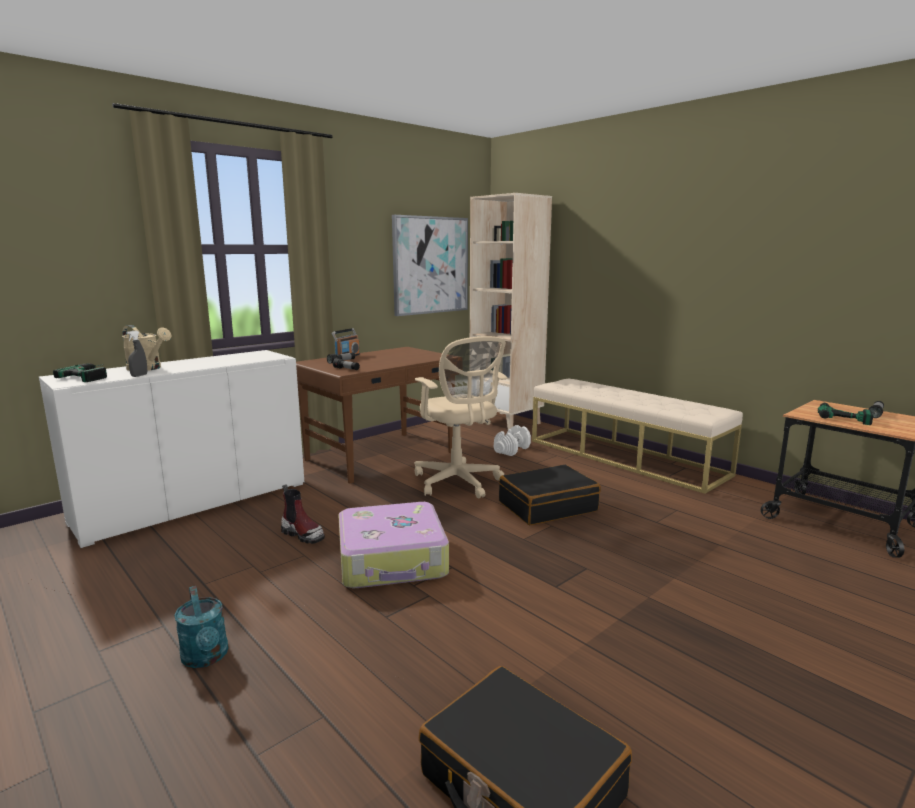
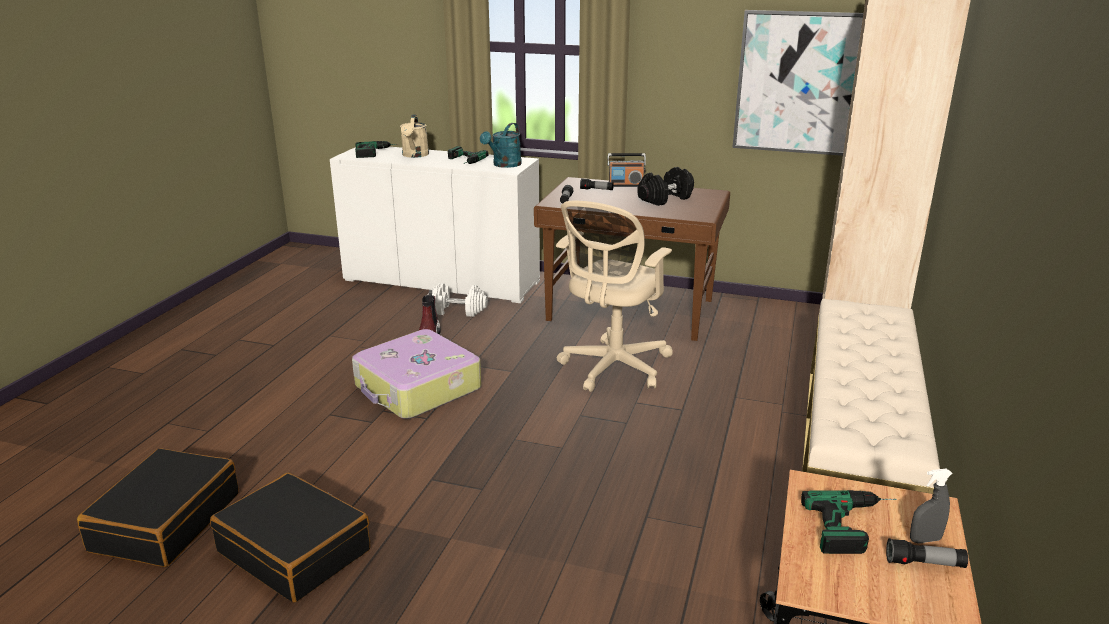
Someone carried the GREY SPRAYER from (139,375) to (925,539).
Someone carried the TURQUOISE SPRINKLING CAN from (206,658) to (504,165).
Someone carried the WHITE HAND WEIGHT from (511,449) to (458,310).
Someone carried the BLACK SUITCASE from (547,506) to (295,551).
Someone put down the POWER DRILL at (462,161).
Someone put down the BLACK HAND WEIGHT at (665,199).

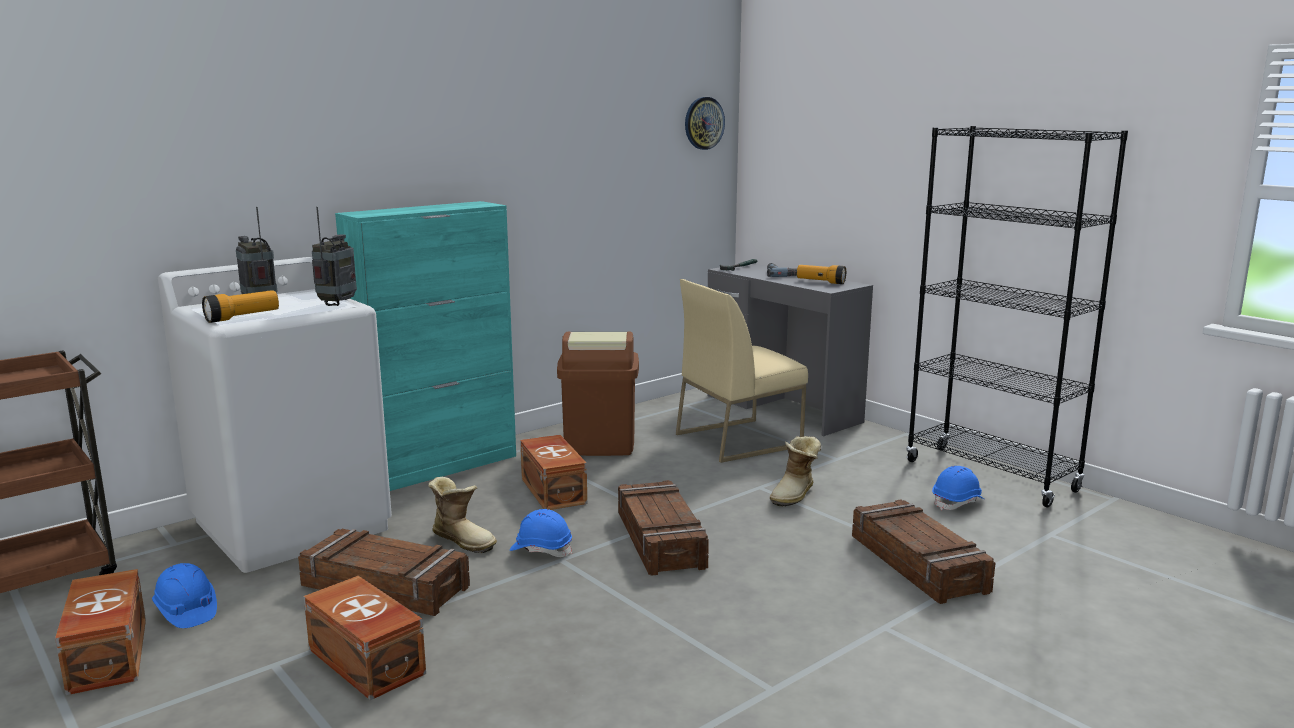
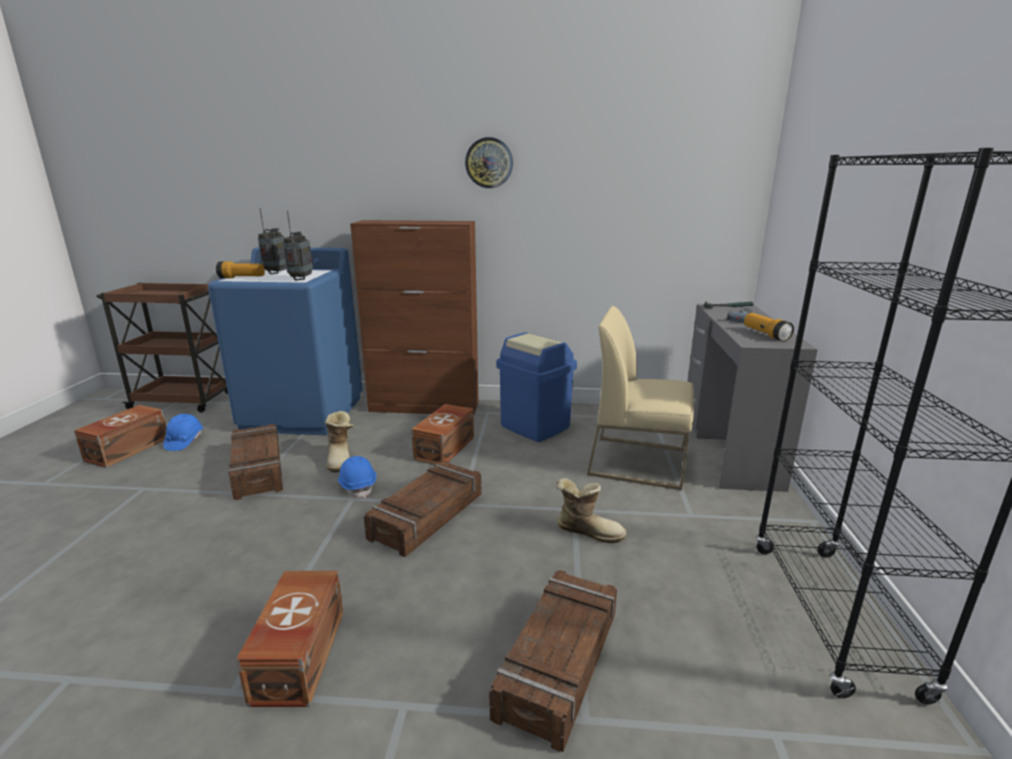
Someone repainted the WHITE LAUNDRY MACHINE at (293,525), which became the BLUE LAUNDRY MACHINE at (304,413).
Someone carried the BROWN STORAGE BOX from (365,662) to (297,656).
Someone rotated the RADIO SET at (337,304) by 60 degrees counterclockwise.
Someone repainted the TURQUOISE CABINET at (440,467), which became the BROWN CABINET at (425,407).
Someone repainted the BROWN TRASH CAN at (599,445), which became the BLUE TRASH CAN at (534,427).
Someone carried the HANGING CLOCK from (703,123) to (489,163).
Someone rotated the HIGH-TOP BOOT at (795,495) by 150 degrees counterclockwise.
Someone took away the BLUE HARD HAT at (957,502).

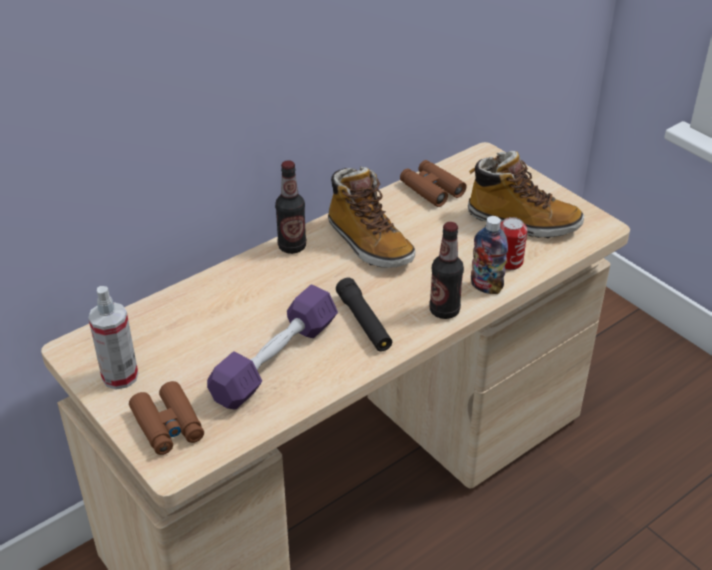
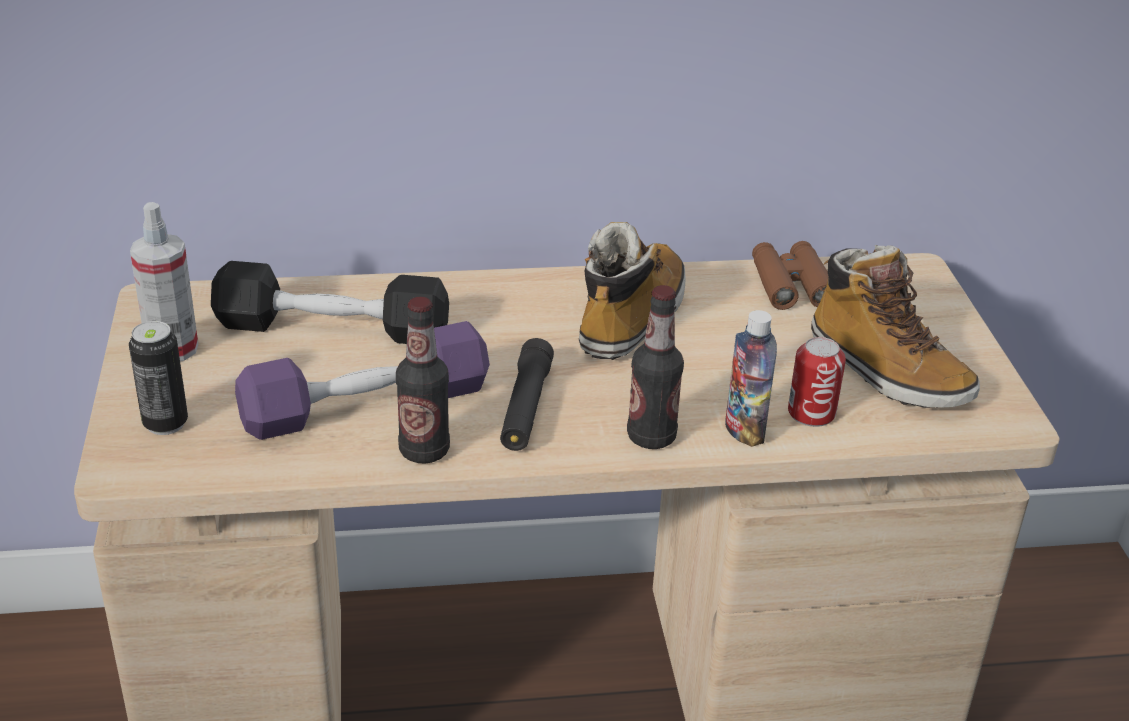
Someone swapped the BROWN FIELD GLASSES at (168,426) for the METAL CAN at (165,423).
Someone carried the BOTTLE from (292,246) to (424,451).
Someone rotated the HIGH-TOP BOOT at (368,244) by 150 degrees counterclockwise.
Someone put down the BLACK HAND WEIGHT at (332,328).

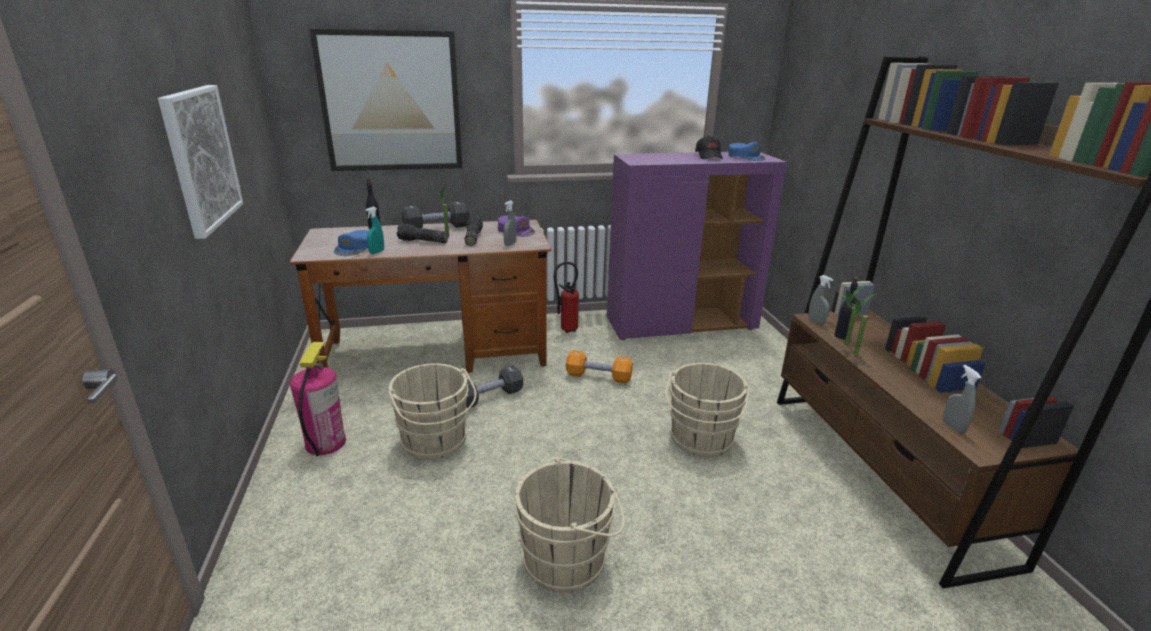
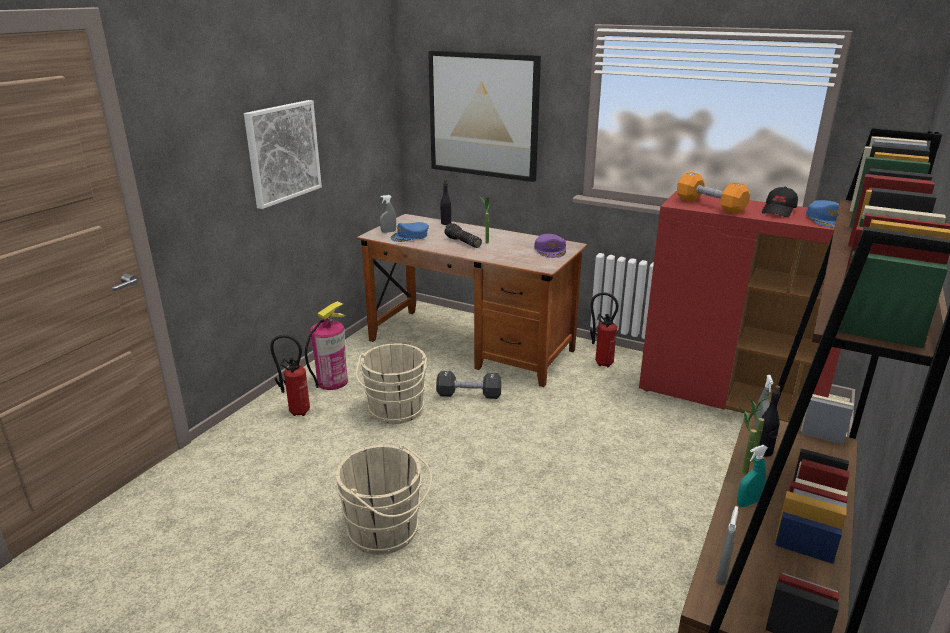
Someone carried the TURQUOISE SPRAYER from (377,252) to (748,503).
Someone took away the BLACK HAND WEIGHT at (436,228).
Someone took away the TORCH at (472,238).
Someone carried the GREY SPRAYER from (510,244) to (388,231).
Someone carried the ORANGEY HAND WEIGHT from (598,377) to (710,205).
Someone repainted the PURPLISH CABINET at (681,325), which became the RED-COLOURED CABINET at (729,398).
Someone took away the BEIGE BUCKET at (700,440).
Someone put down the EXTINGUISHER at (296,411).

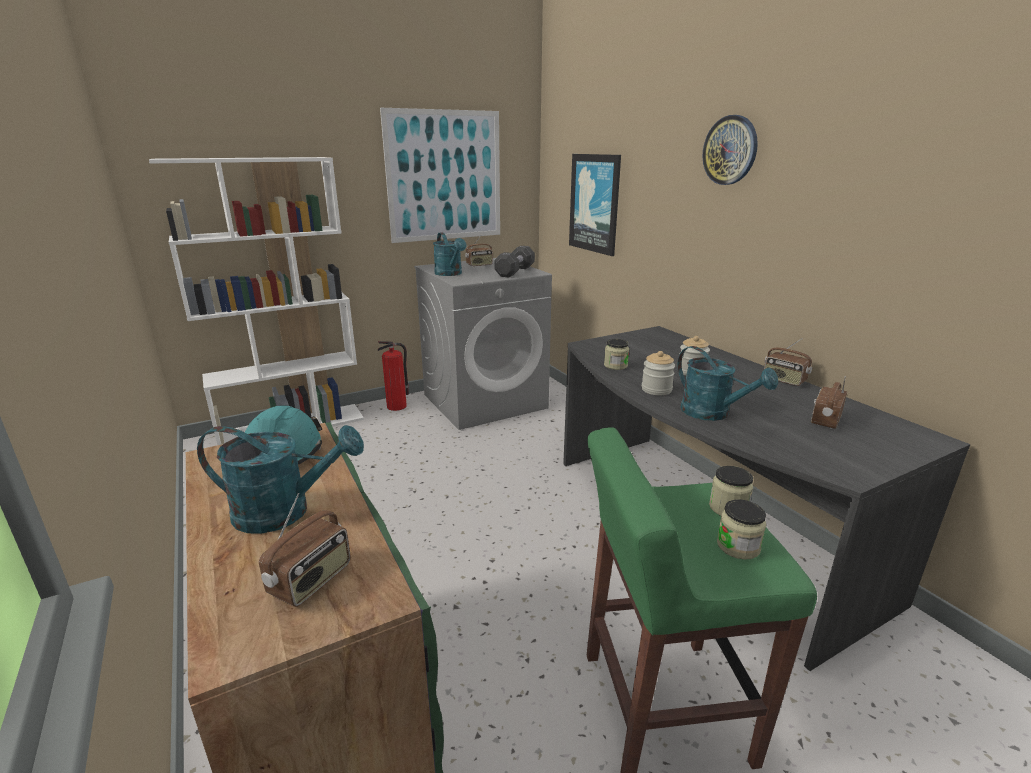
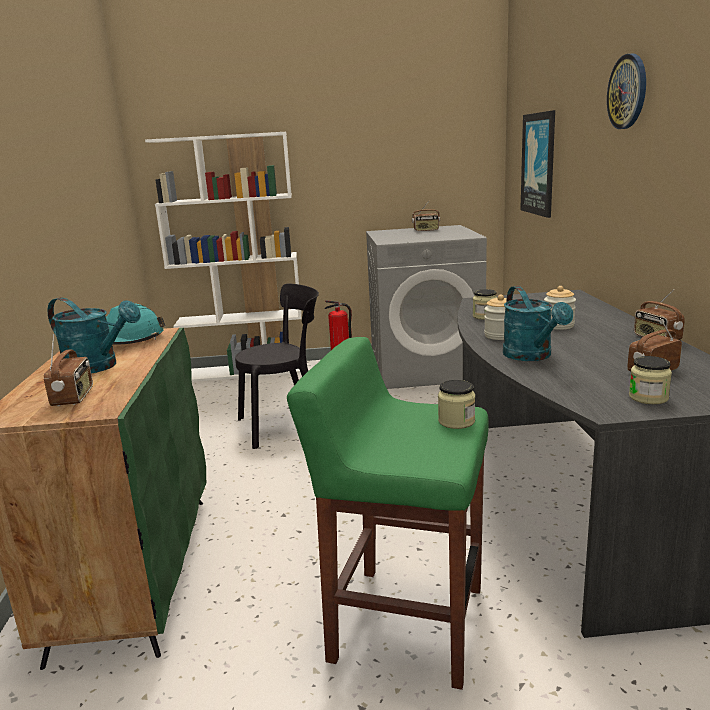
Someone rotated the RADIO SET at (312,581) by 60 degrees counterclockwise.
Someone took away the WALL ART at (445,176).
Someone took away the TURQUOISE SPRINKLING CAN at (450,274).
Someone took away the BLACK HAND WEIGHT at (515,272).
Someone carried the PRESERVE JAR from (738,546) to (648,397).
Someone put down the BLACK UPRIGHT CHAIR at (286,425).

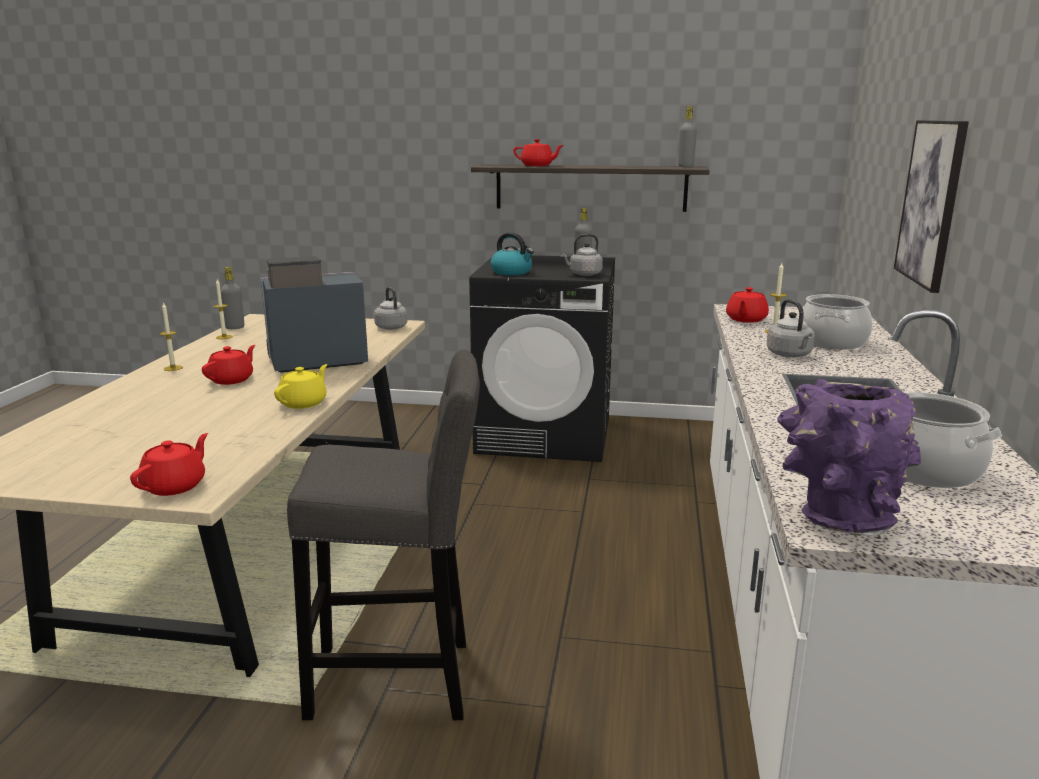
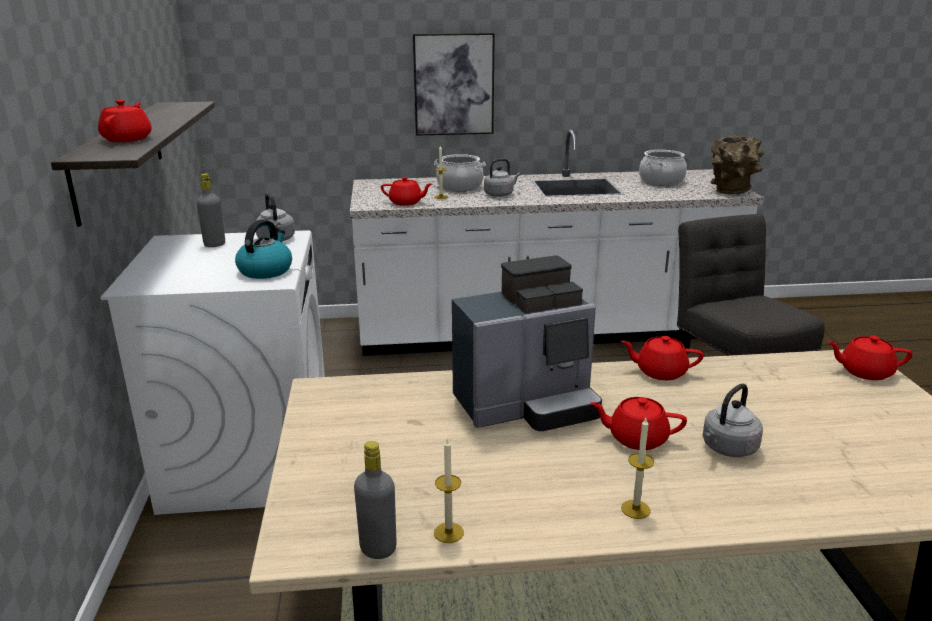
Someone rotated the COFFEE BREWER at (313,361) by 75 degrees counterclockwise.
Someone repainted the YELLOW-COLOURED TEAPOT at (303,403), which became the RED-COLOURED TEAPOT at (660,372).
Someone carried the GREY TEA KETTLE from (390,327) to (727,448).
Someone repainted the BLACK LAUNDRY MACHINE at (545,435), which became the WHITE LAUNDRY MACHINE at (249,459).
Someone took away the GREY BOTTLE at (685,167).
Someone repainted the PURPLISH DECORATIVE VASE at (836,519), which became the BROWN DECORATIVE VASE at (730,192).

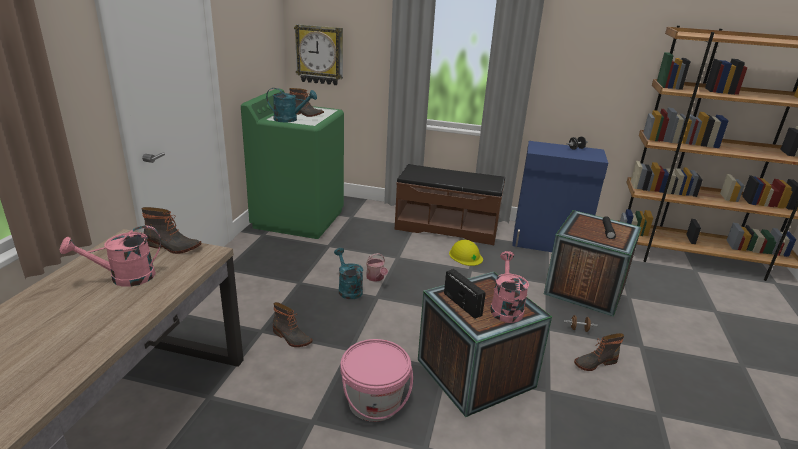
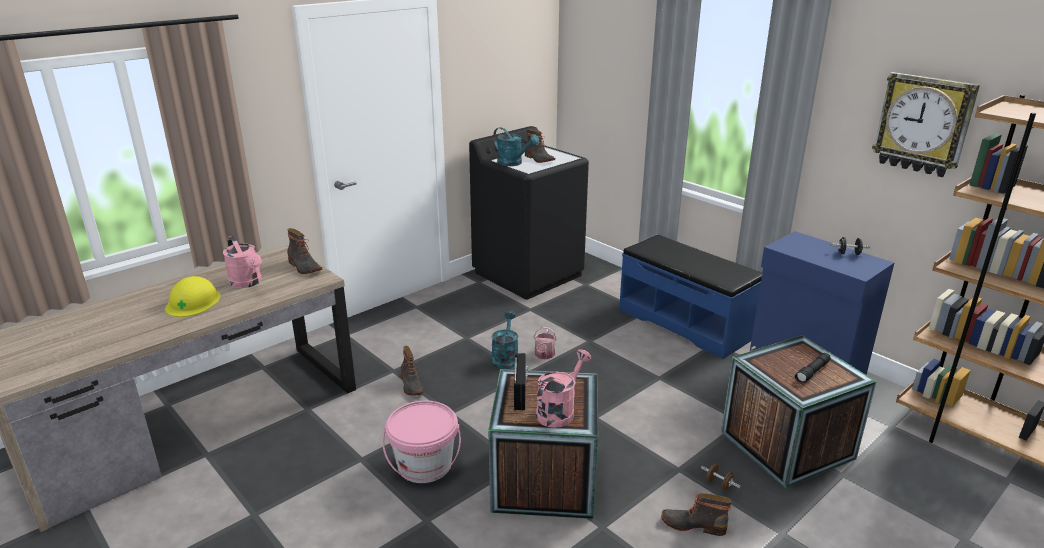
Someone rotated the PINKISH SPRINKLING CAN at (124,278) by 135 degrees counterclockwise.
Someone repainted the GREEN-COLOURED LAUNDRY MACHINE at (299,218), which became the BLACK LAUNDRY MACHINE at (528,274).
Someone carried the HANGING CLOCK from (320,55) to (923,124).
Someone repainted the BROWN LONG SEAT at (447,227), which became the BLUE LONG SEAT at (685,323).
Someone carried the YELLOW-COLOURED HARD HAT from (465,256) to (193,302).

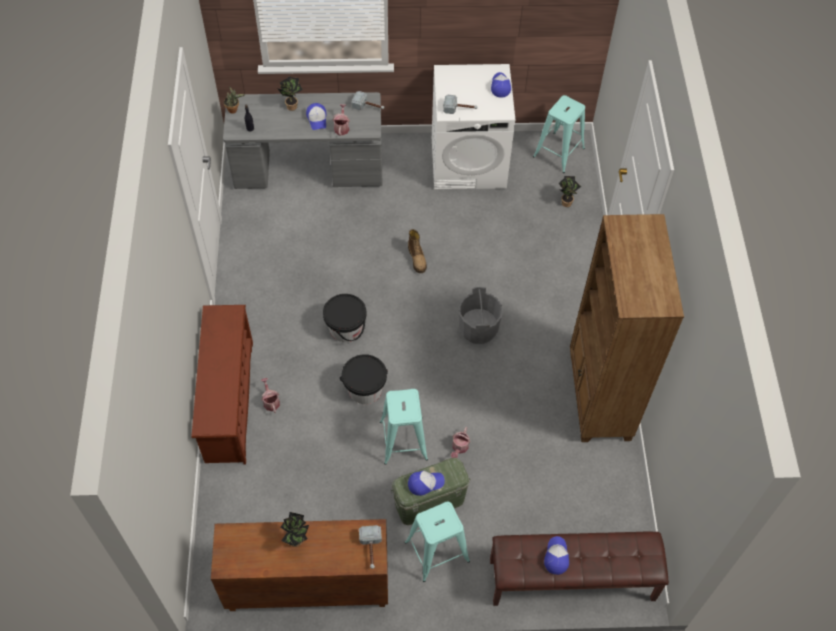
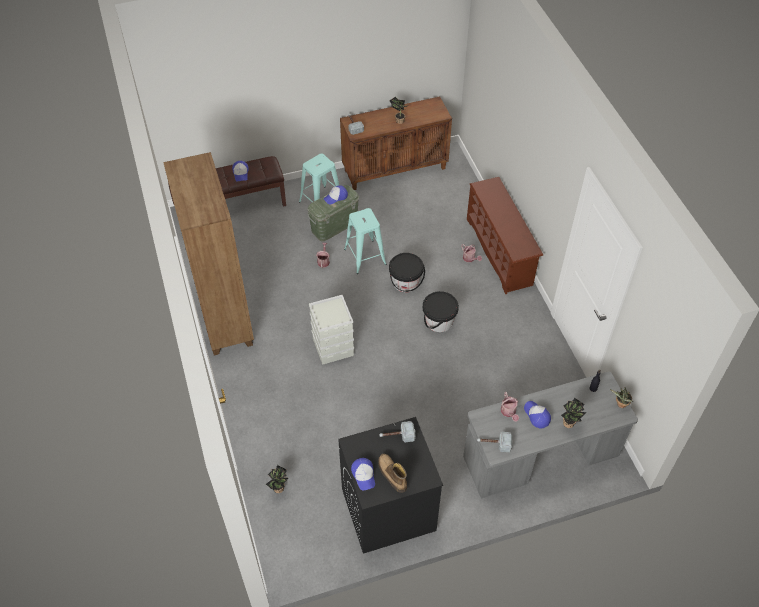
Someone carried the HIGH-TOP BOOT from (417,258) to (391,475).
Someone repainted the WHITE LAUNDRY MACHINE at (469,162), which became the BLACK LAUNDRY MACHINE at (387,510).
Someone swapped the GREY BUCKET at (478,329) for the GREY STORAGE BOX at (332,347).
Someone took away the TURQUOISE SITTING STOOL at (559,152).

